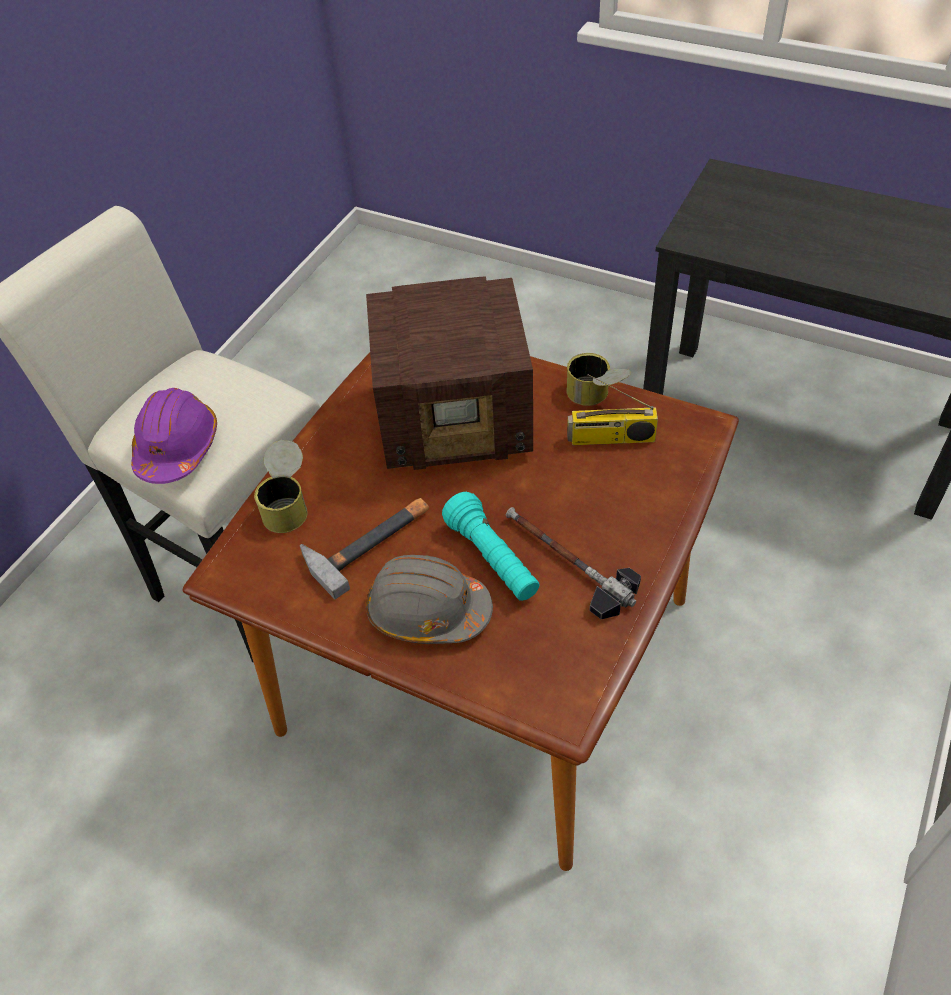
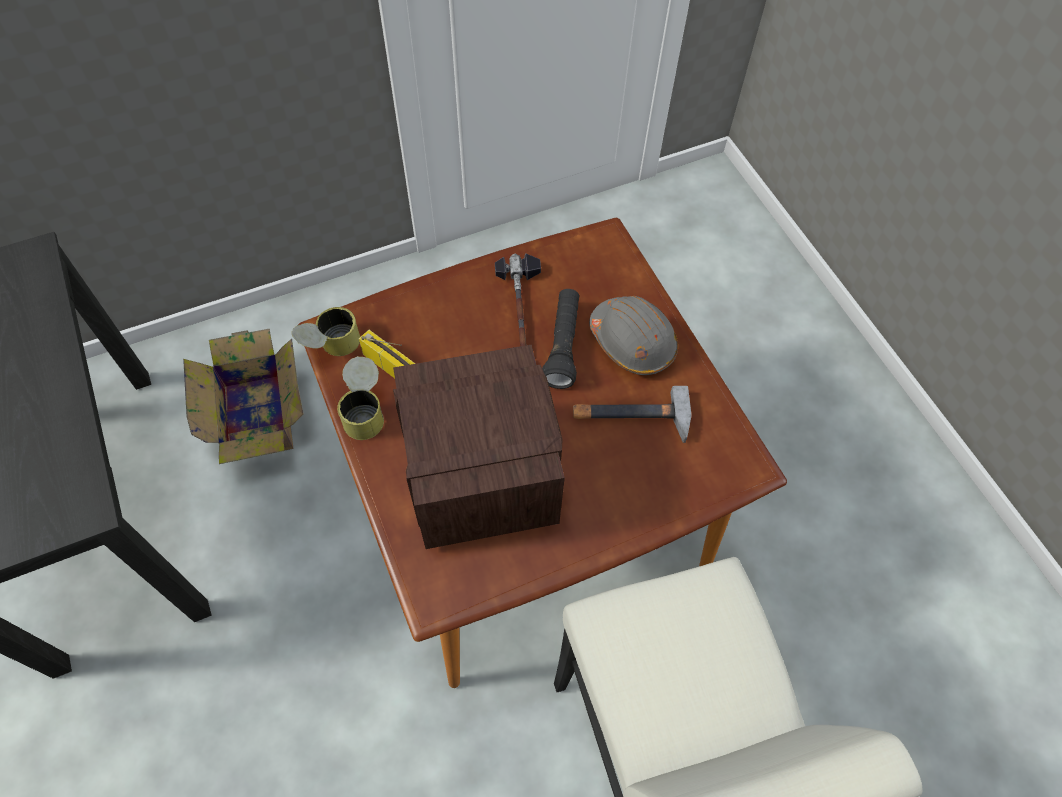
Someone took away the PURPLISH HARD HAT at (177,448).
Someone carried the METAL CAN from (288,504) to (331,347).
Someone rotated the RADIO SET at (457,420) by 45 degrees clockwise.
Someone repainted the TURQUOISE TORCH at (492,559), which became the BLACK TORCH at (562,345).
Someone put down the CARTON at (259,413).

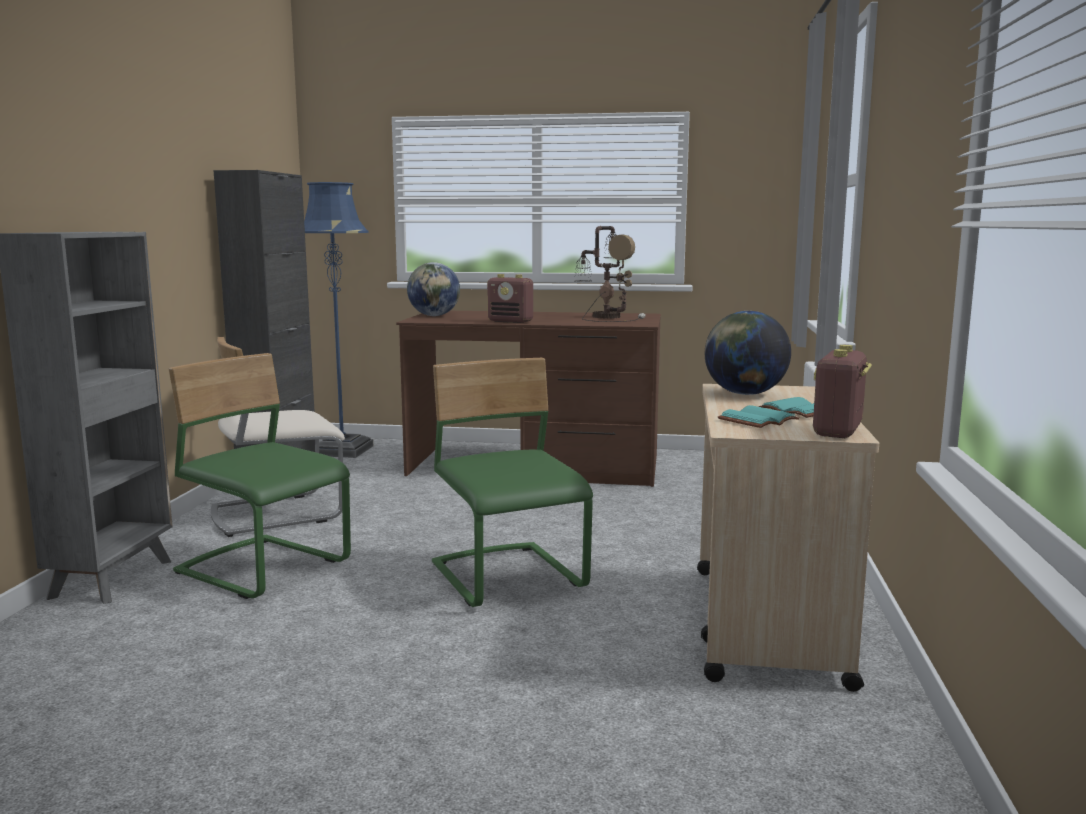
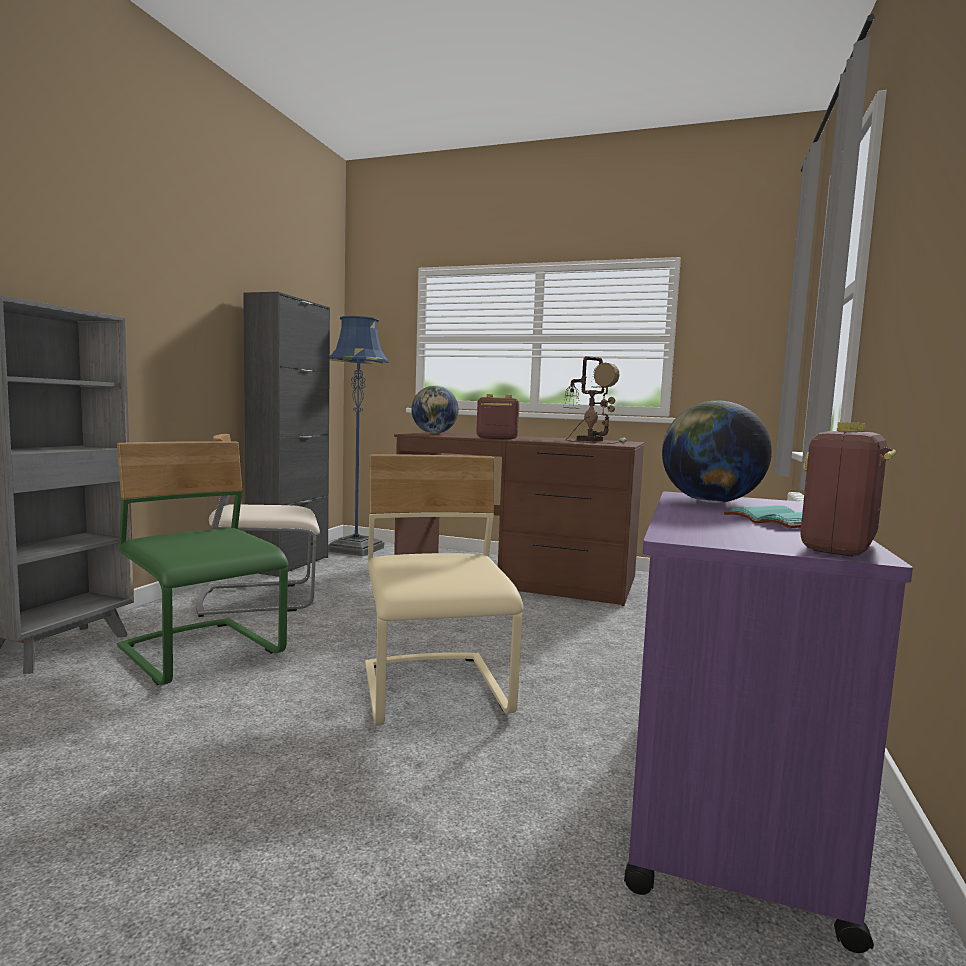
Someone repainted the GREEN-COLOURED UPRIGHT CHAIR at (509,578), which became the BEIGE UPRIGHT CHAIR at (435,691).
Someone rotated the RADIO SET at (511,321) by 150 degrees clockwise.
Someone repainted the BEIGE CART at (767,624), which became the PURPLISH CART at (727,799).
Someone took away the TURQUOISE BOUND BOOK at (759,421).

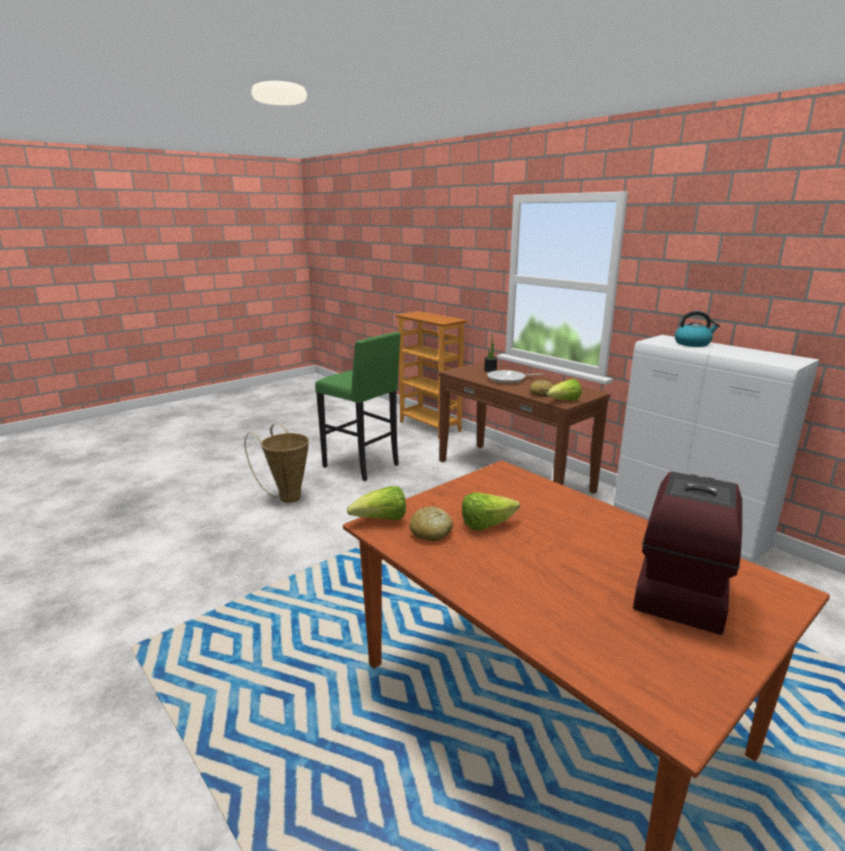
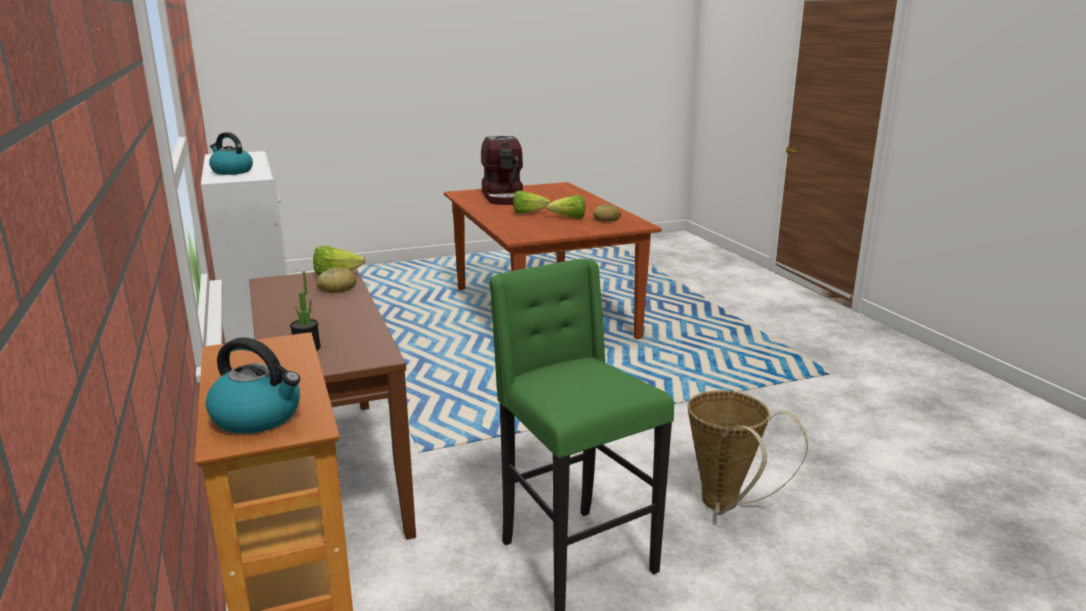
Someone carried the LETTUCE from (381,520) to (528,213).
Someone took away the FRYING PAN at (508,379).
Someone rotated the COFFEE BREWER at (679,587) by 60 degrees counterclockwise.
Someone put down the TEA KETTLE at (258,416).

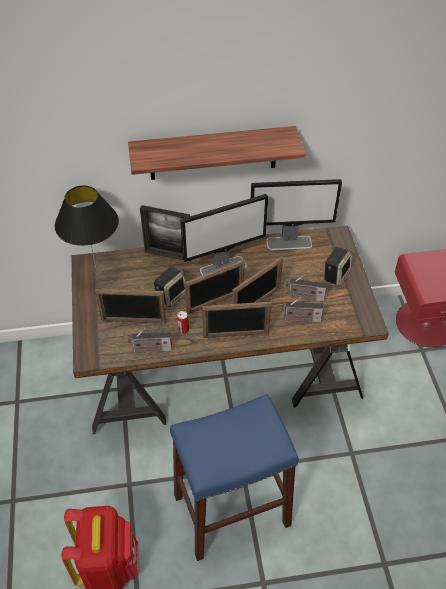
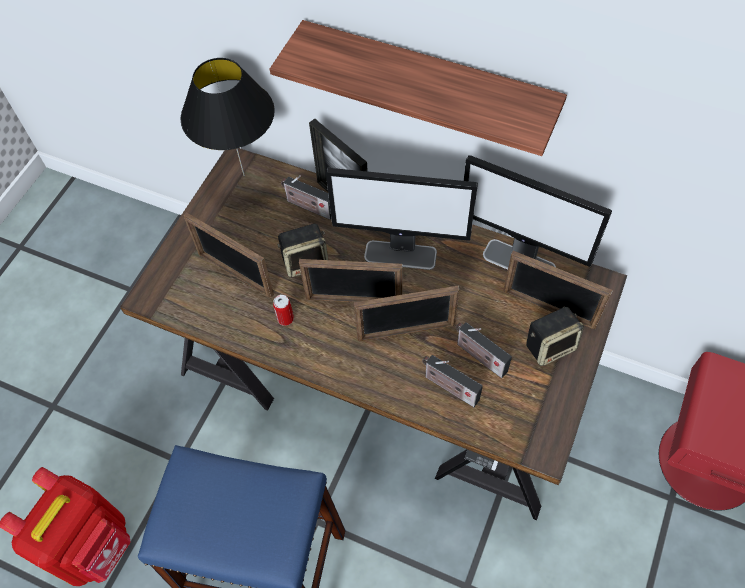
Someone carried the RADIO SET from (150,349) to (308,207).
Someone carried the STANDING FRAME from (236,335) to (548,309).

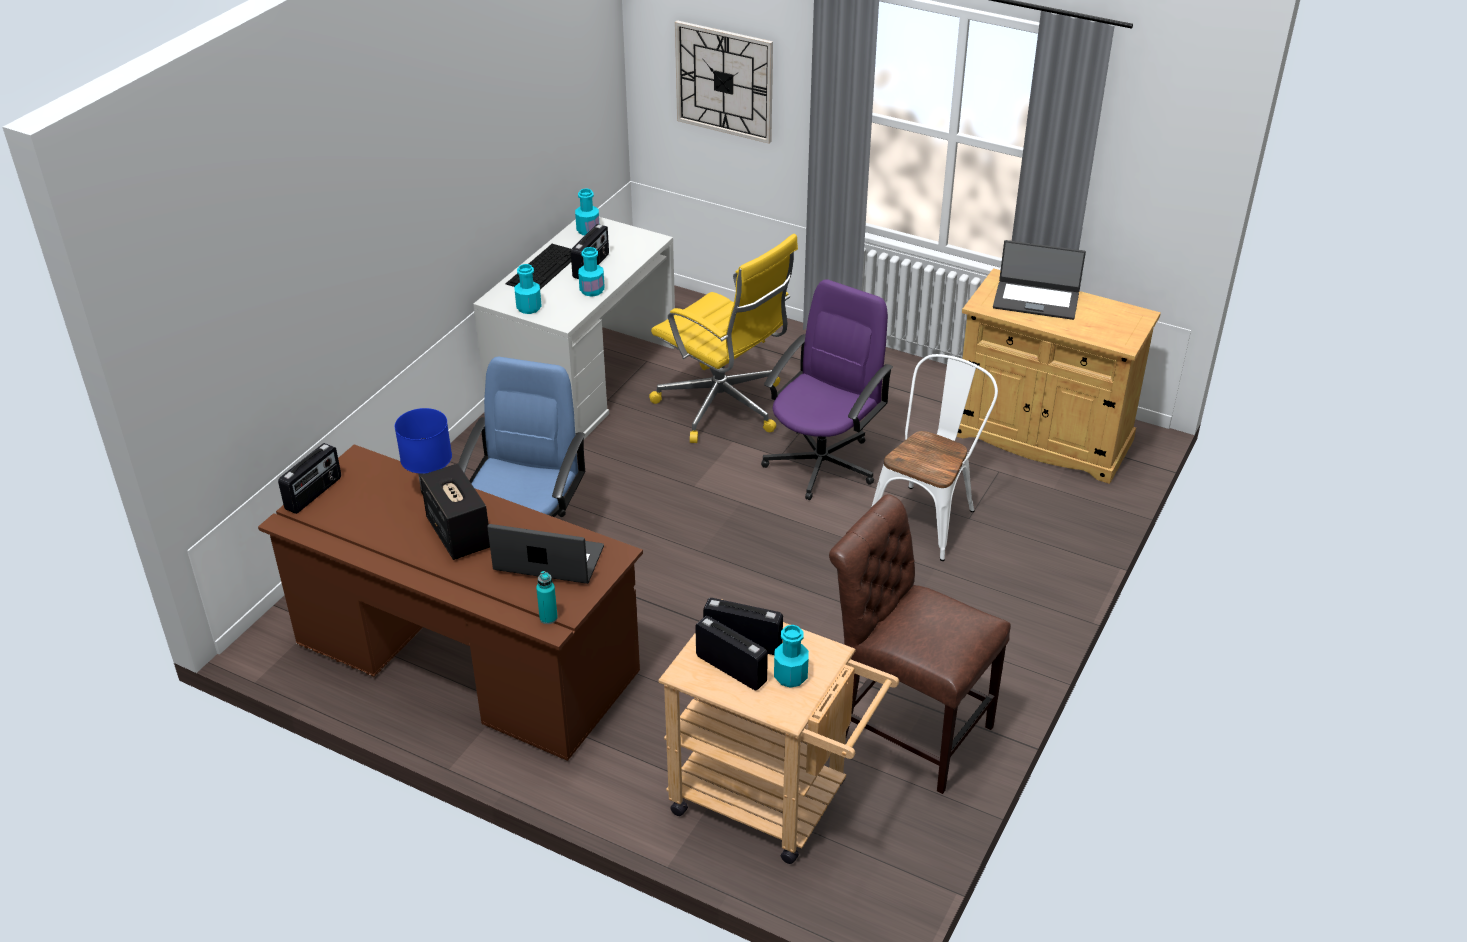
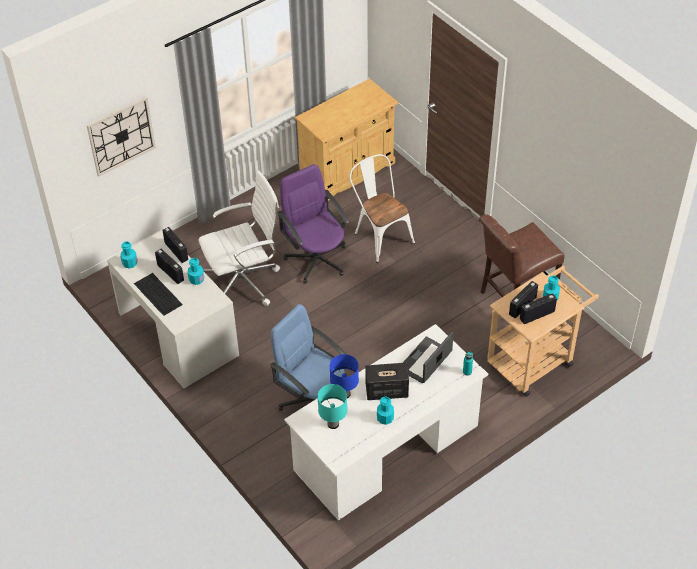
Someone repainted the BROWN DESK TABLE at (466,660), which became the WHITE DESK TABLE at (387,449).
Someone carried the RADIO SET from (314,494) to (176,251).
Someone carried the TURQUOISE BOTTLE from (529,308) to (385,418).
Someone repainted the YELLOW-COLOURED OFFICE CHAIR at (723,407), which became the WHITE OFFICE CHAIR at (244,282).
Someone took away the LAPTOP at (1036,300).
Someone put down the TURQUOISE LAMP FOR A TABLE at (332,424).

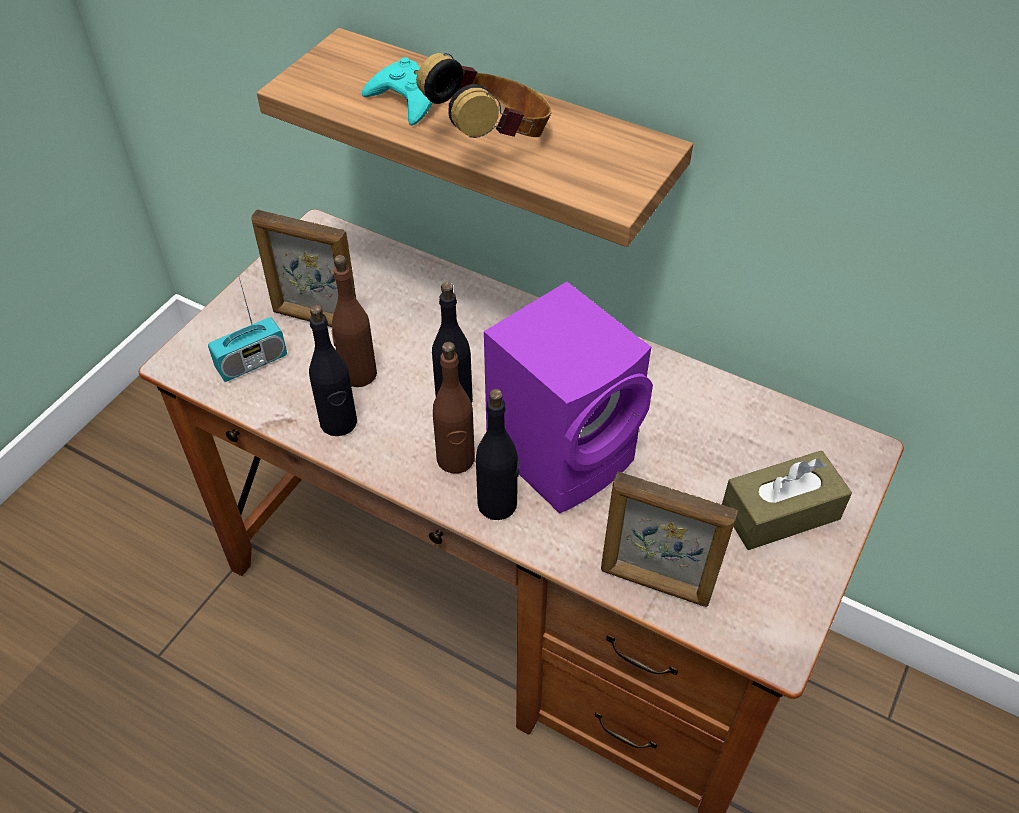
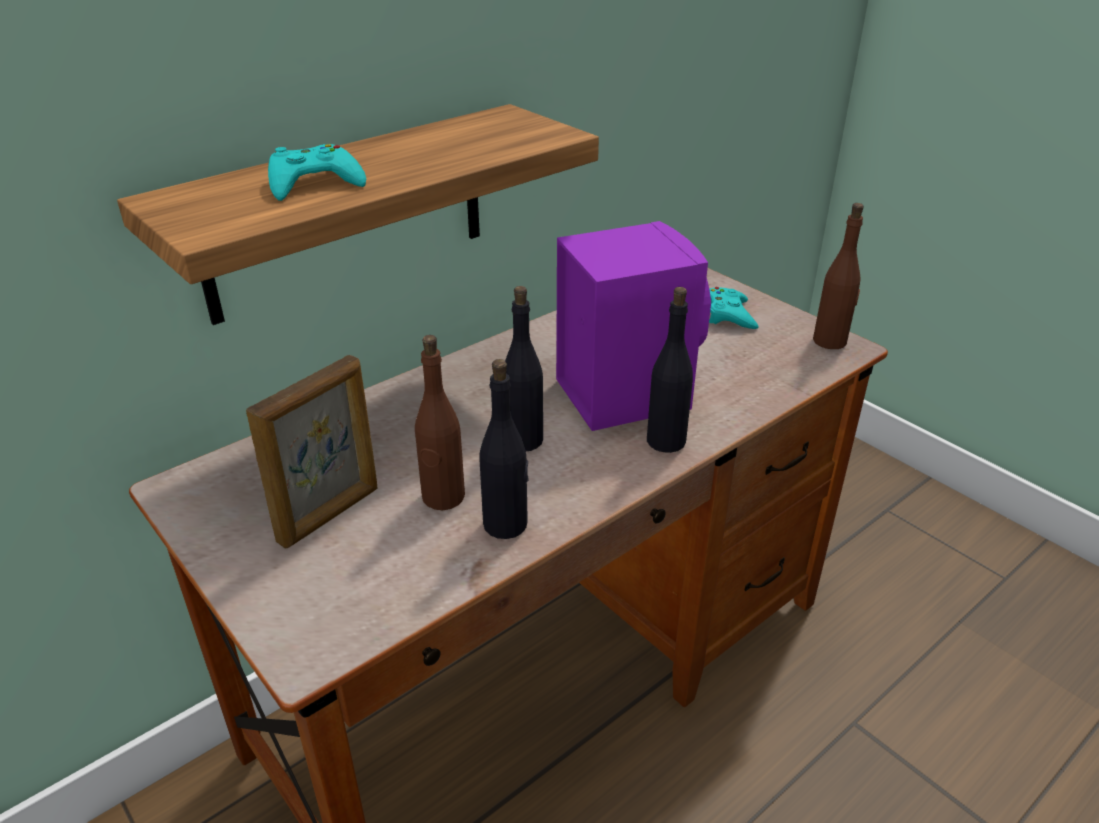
Someone took away the RADIO SET at (252,362).
Someone took away the HEADSET at (492,138).
Someone carried the BROWN BOTTLE from (456,459) to (830,341).
Someone took away the STANDING FRAME at (655,583).
Someone swapped the BROWN TISSUE BOX at (780,513) for the TURQUOISE GAME CONTROLLER at (728,315).

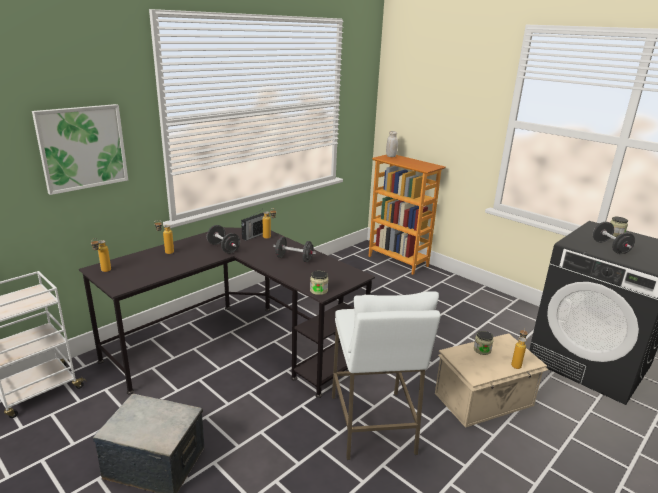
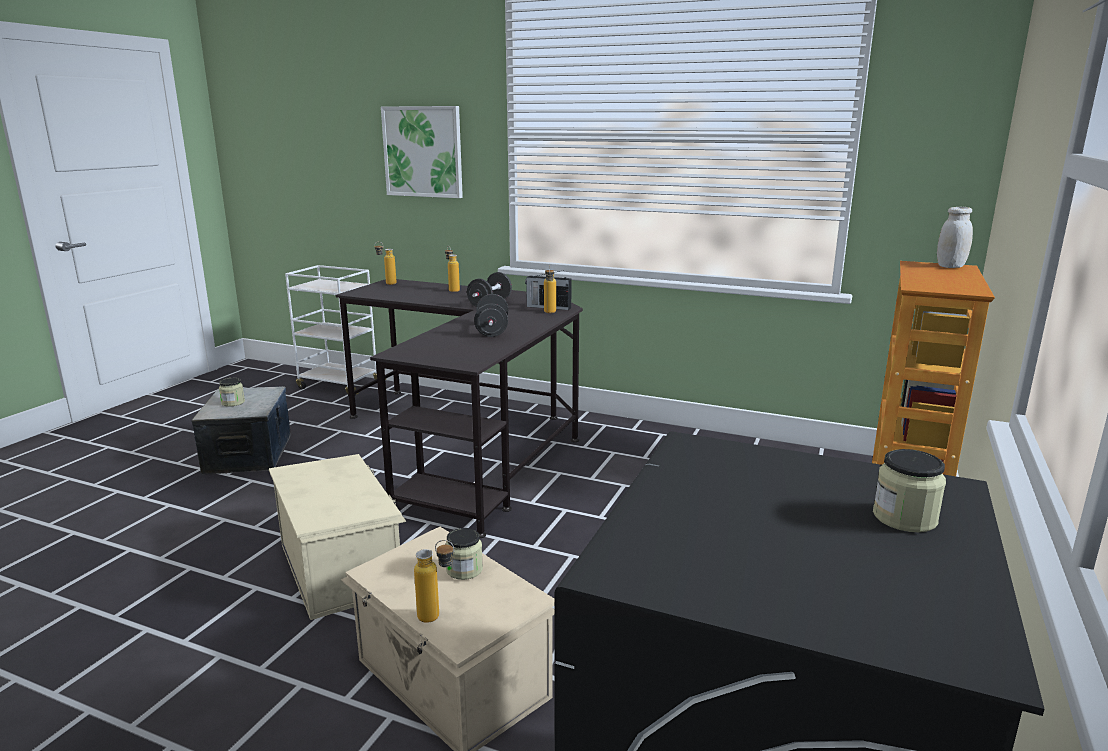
Someone carried the PRESERVE JAR from (318,291) to (233,402).
Someone swapped the WHITE SITTING STOOL at (373,424) for the BEIGE STORAGE BOX at (341,566).
Someone took away the BLACK HAND WEIGHT at (610,247).

